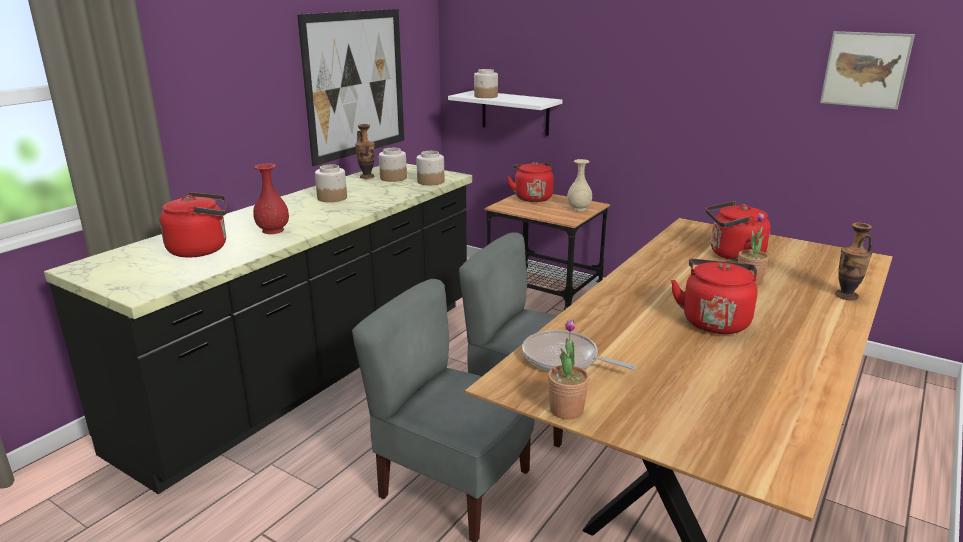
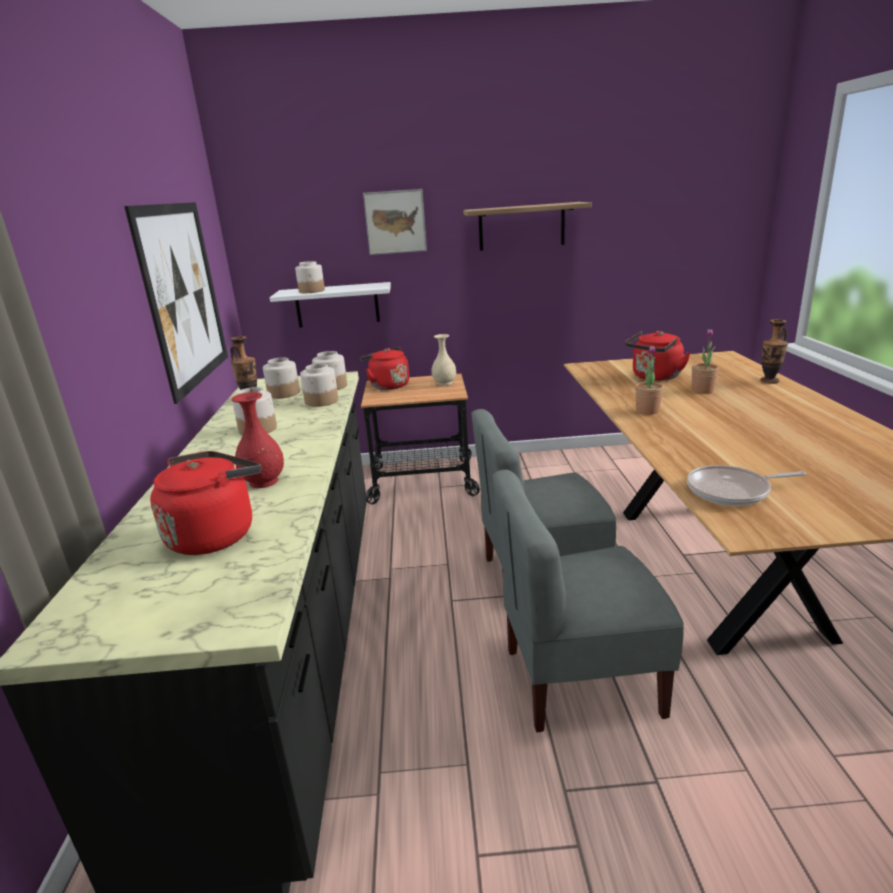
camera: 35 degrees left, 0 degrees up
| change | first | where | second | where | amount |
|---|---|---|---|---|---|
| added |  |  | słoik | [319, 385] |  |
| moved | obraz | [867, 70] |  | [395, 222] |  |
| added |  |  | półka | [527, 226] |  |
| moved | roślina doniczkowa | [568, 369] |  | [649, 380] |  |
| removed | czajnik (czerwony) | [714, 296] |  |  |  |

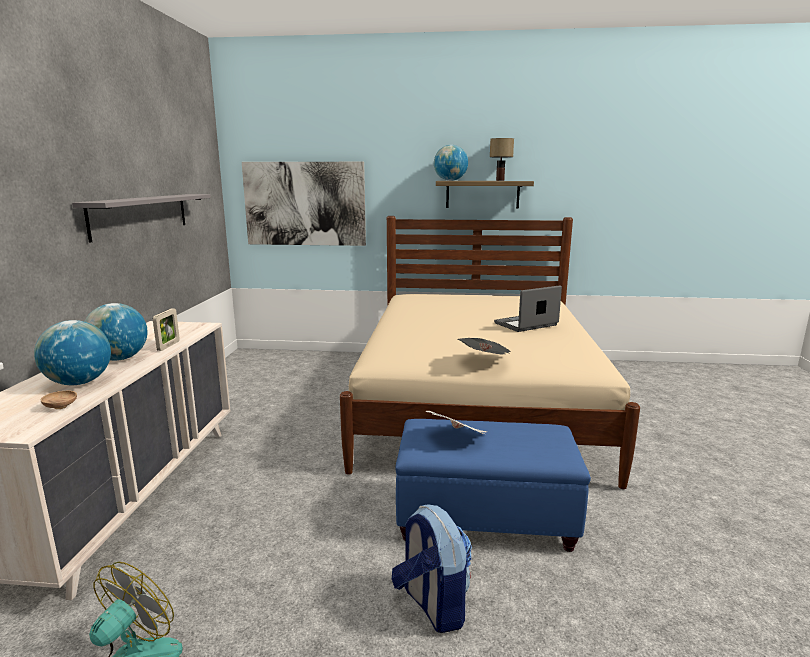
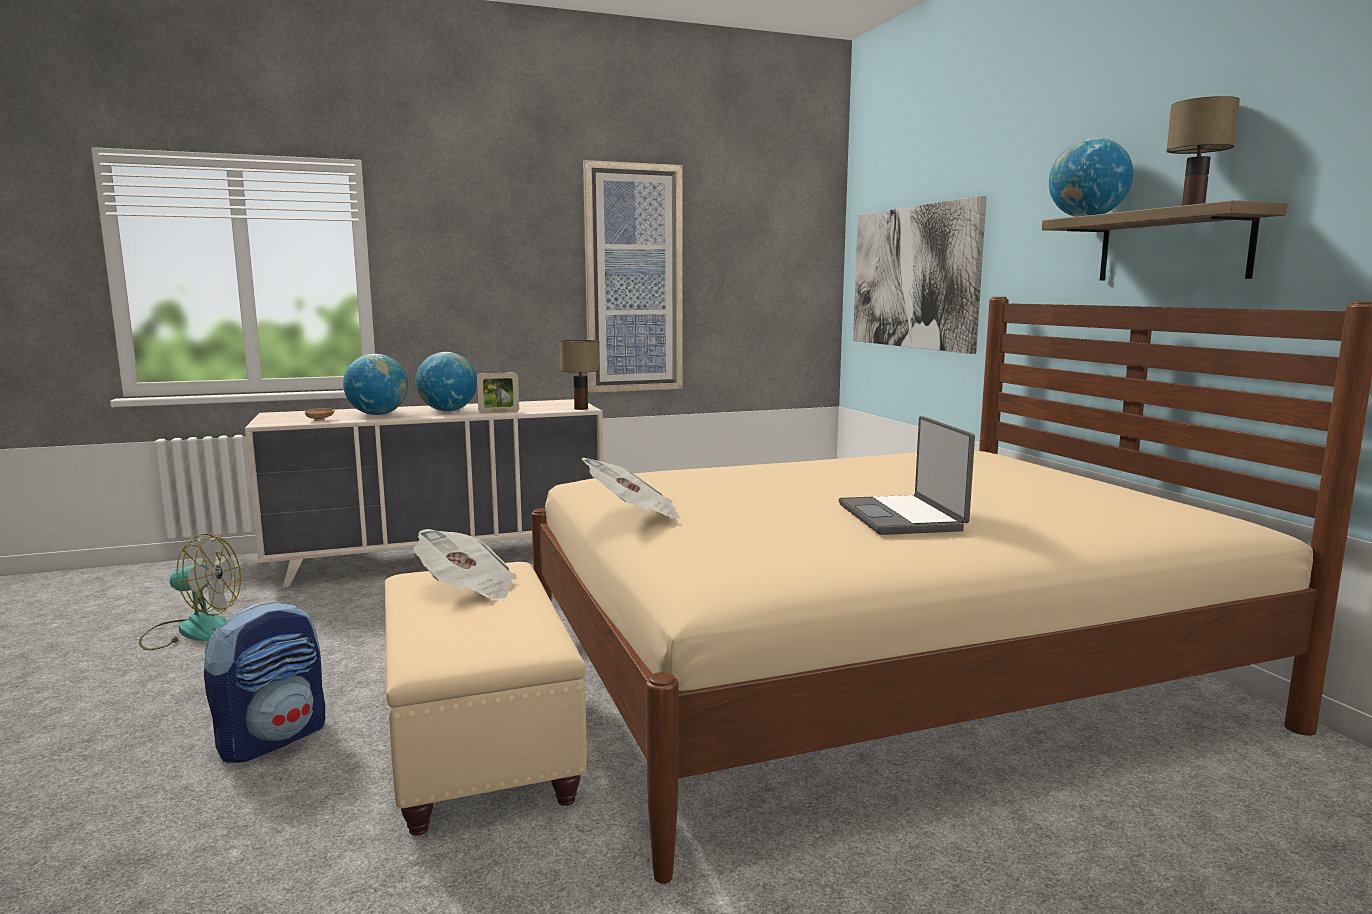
camera: 65 degrees right, 5 degrees down
| change | first | where | second | where | amount |
|---|---|---|---|---|---|
| recoloured | pufa (niebieski) | [493, 485] | pufa (beżowy) | [486, 699] |  |
| added |  |  | lampa stołowa | [580, 375] |  |
| replaced | półka (szary) | [141, 218] | obraz | [633, 276] |  |
| turned | laptop | [528, 308] |  | [907, 475] | 135 degrees counterclockwise |

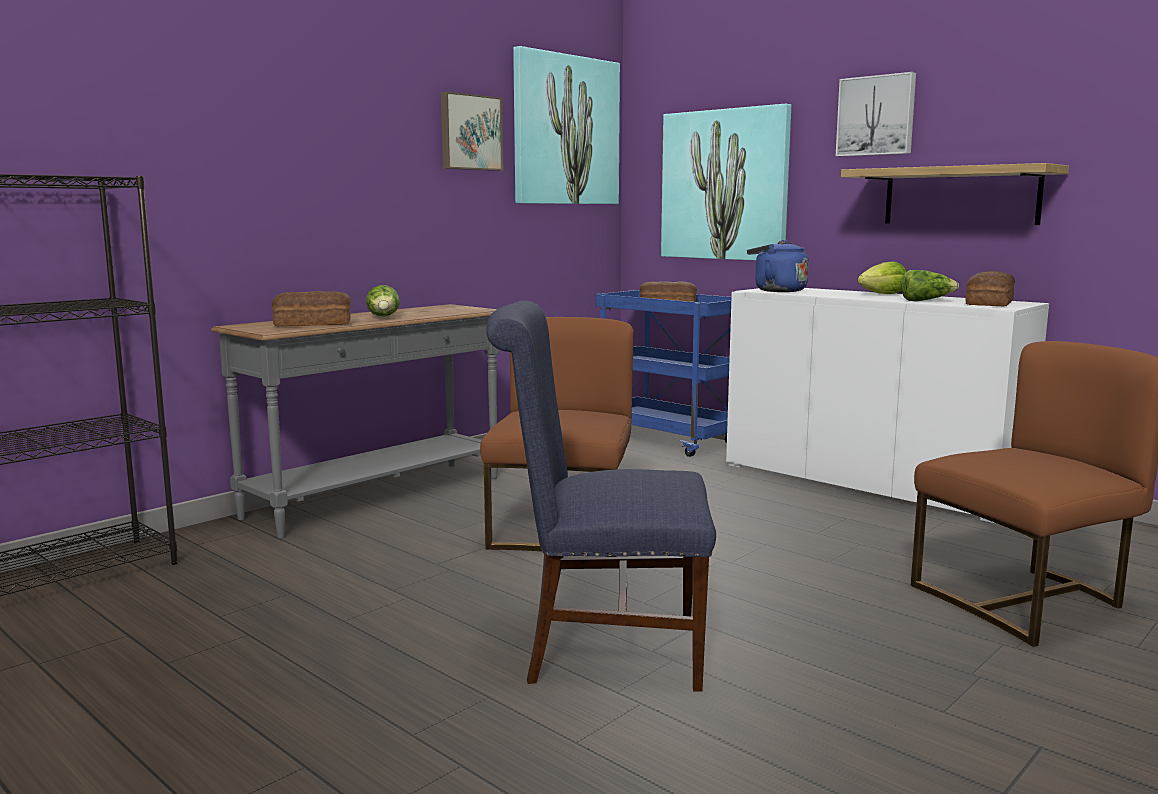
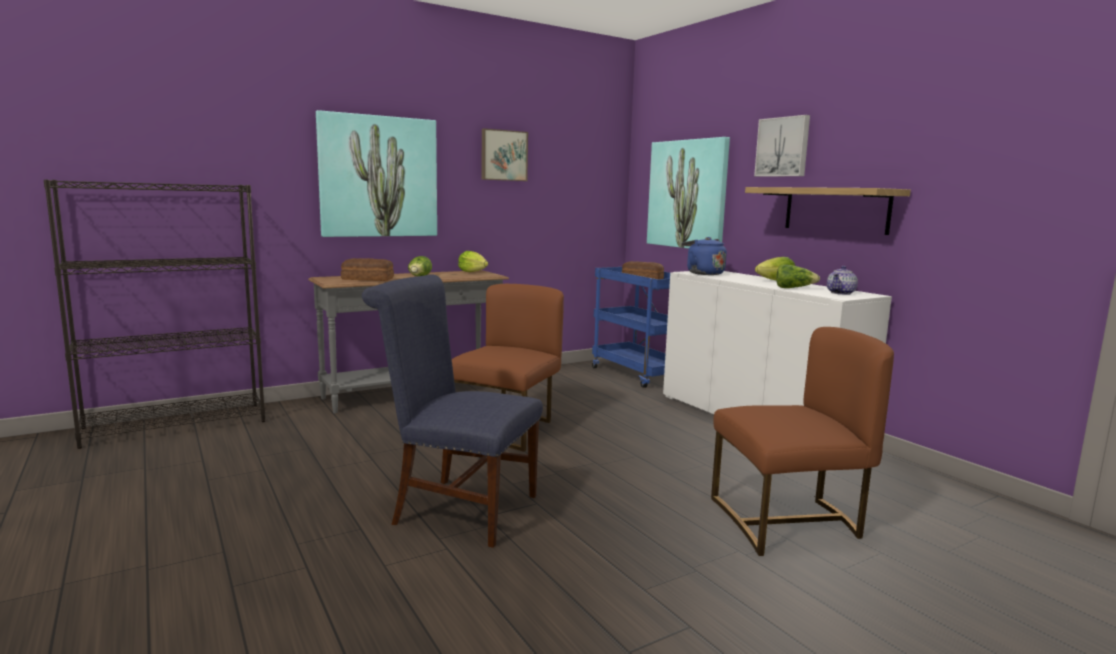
camera: 15 degrees right, 0 degrees up
| change | first | where | second | where | amount |
|---|---|---|---|---|---|
| moved | obraz | [566, 125] |  | [376, 173] |  |
| added |  |  | sałata | [473, 261] |  |
| replaced | chleb | [990, 288] | imbryk | [842, 280] |  |

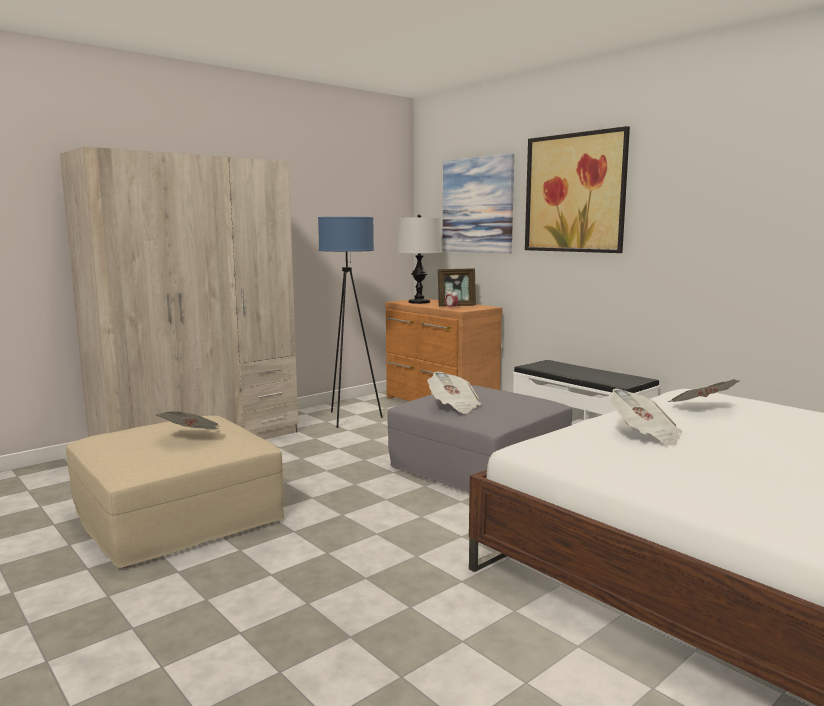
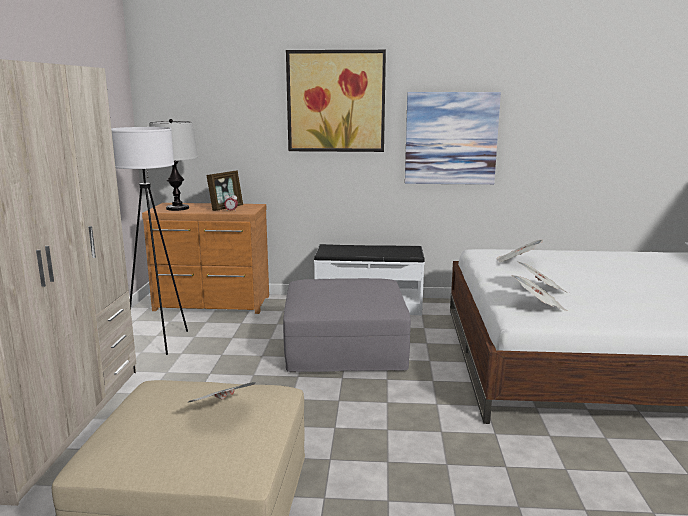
camera: 45 degrees left, 5 degrees up
| change | first | where | second | where | amount |
|---|---|---|---|---|---|
| recoloured | lampa stojąca (niebieski) | [350, 322] | lampa stojąca (biały) | [149, 241] |  |
| moved | obraz | [478, 204] |  | [453, 138] |  |
| moved | gazeta | [454, 393] |  | [539, 293] |  |

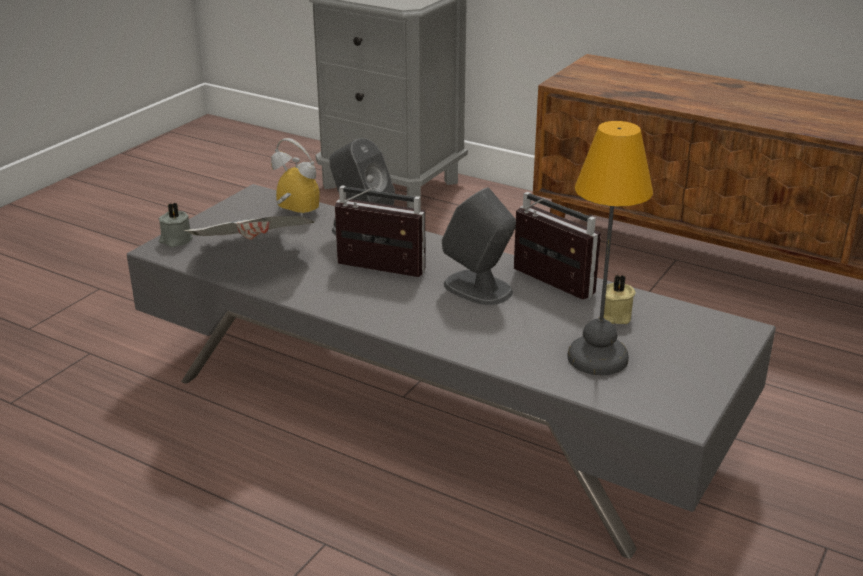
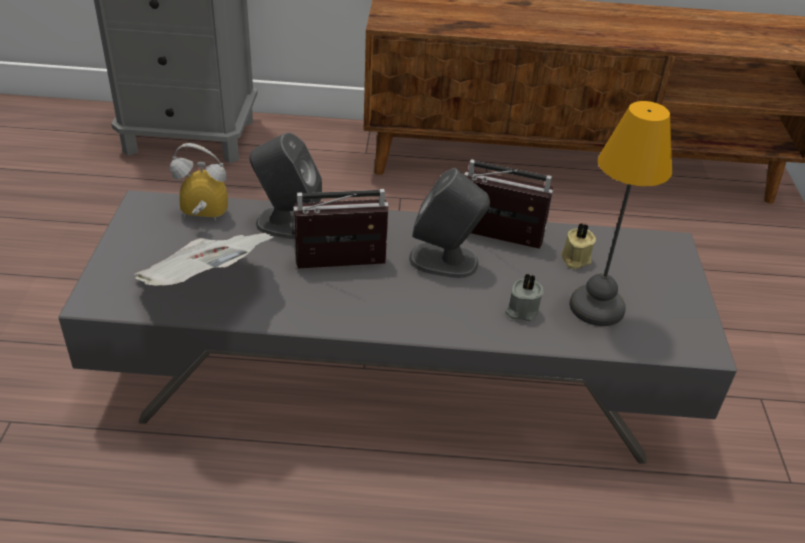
camera: 30 degrees left, 10 degrees up
| change | first | where | second | where | amount |
|---|---|---|---|---|---|
| moved | świeca (szary) | [176, 225] |  | [524, 297] |  |

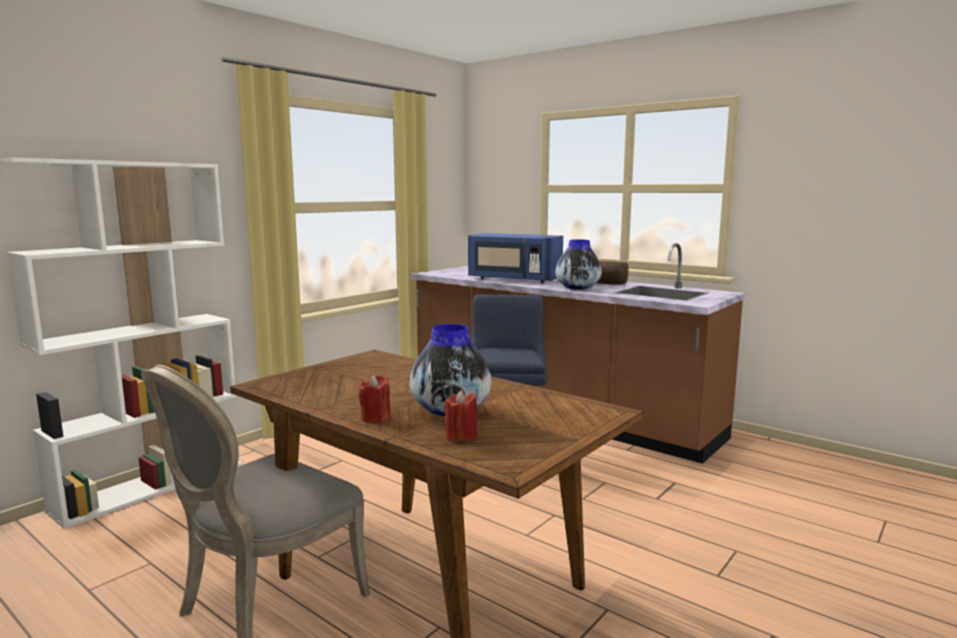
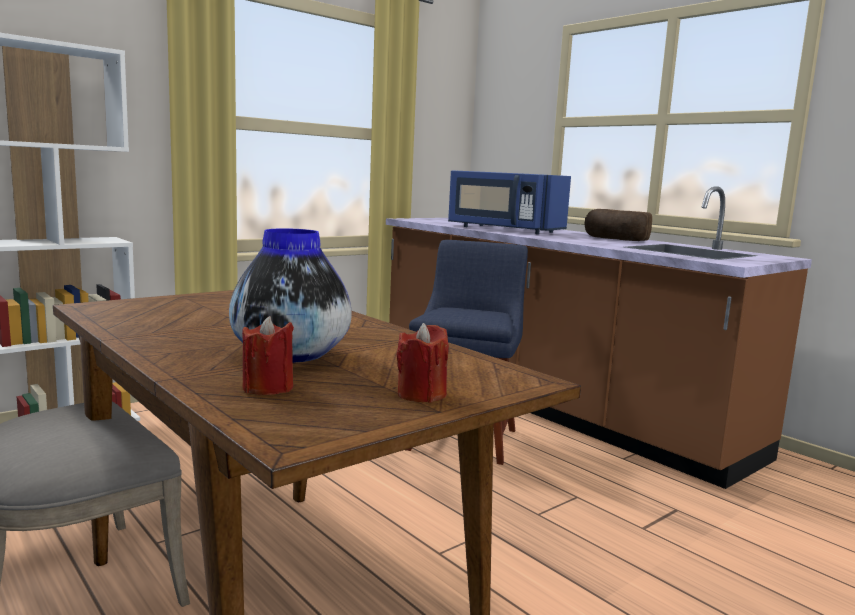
camera: 10 degrees right, 0 degrees up
| change | first | where | second | where | amount |
|---|---|---|---|---|---|
| moved | świeca (czerwony) | [375, 399] |  | [422, 363] |  |
| removed | wazon | [578, 265] |  |  |  |

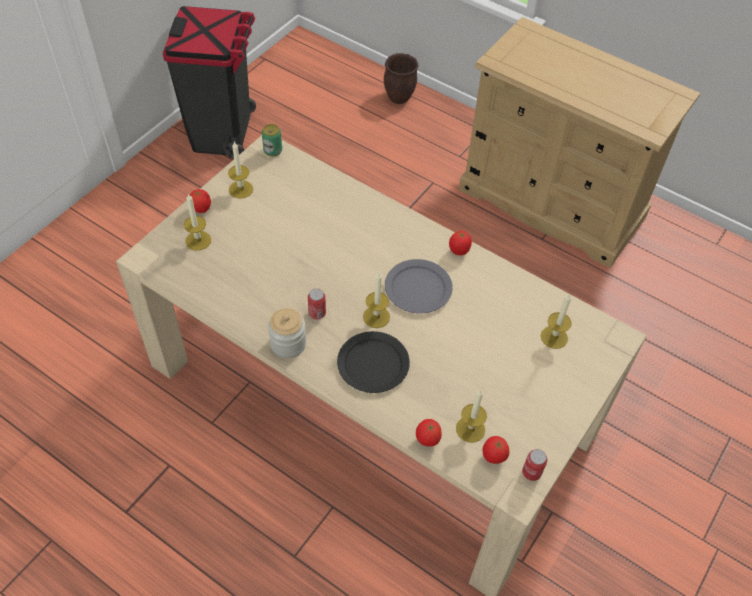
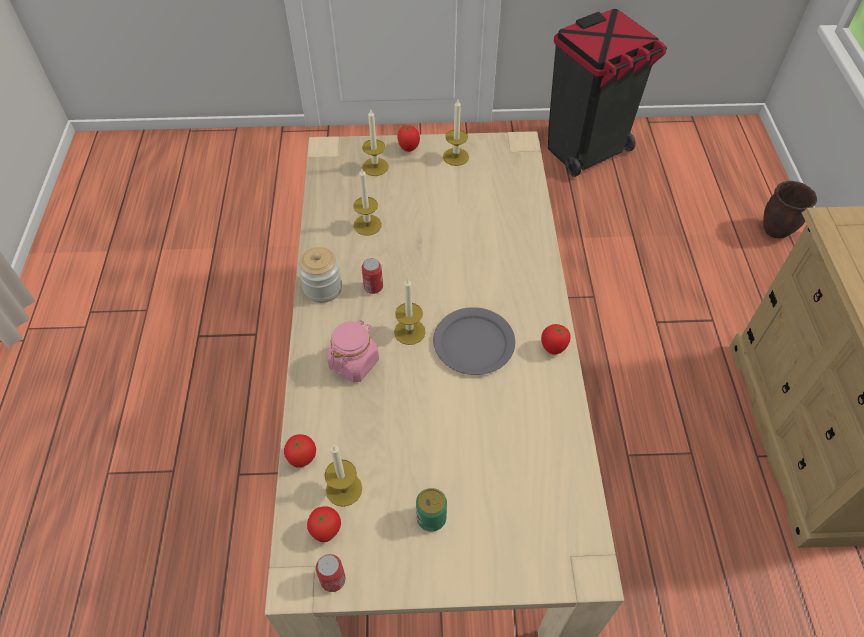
camera: 55 degrees right, 0 degrees up
| change | first | where | second | where | amount |
|---|---|---|---|---|---|
| replaced | talerz (czarny) | [373, 362] | słoik (różowy) | [353, 351] |  |
| moved | świeca | [556, 321] |  | [367, 202] |  |
| moved | puszka | [272, 140] |  | [431, 510] |  |

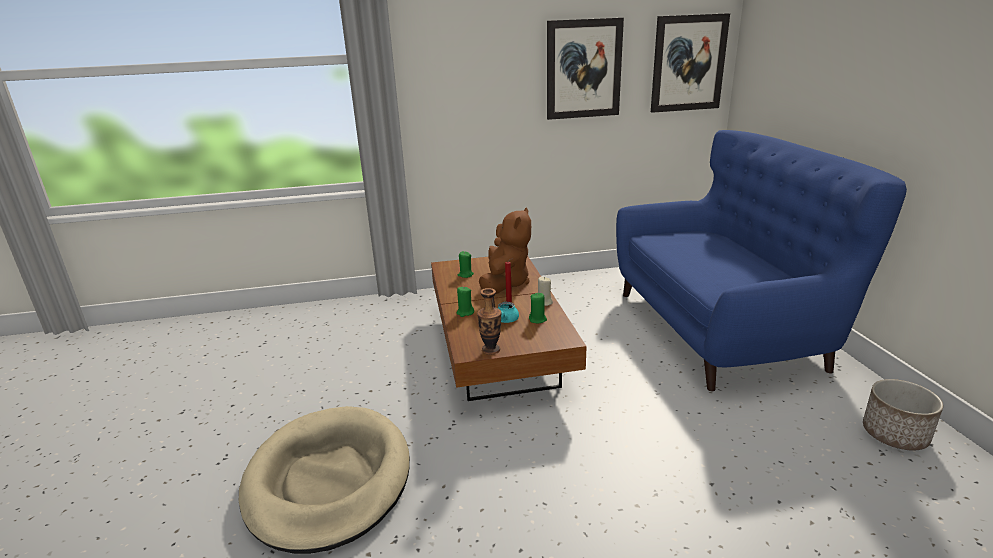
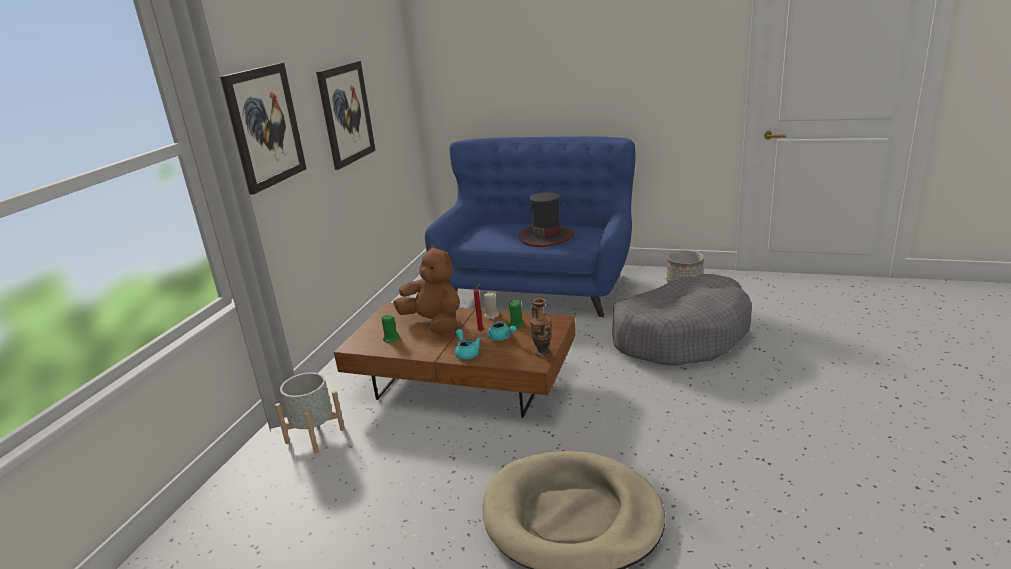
camera: 60 degrees left, 0 degrees up
| change | first | where | second | where | amount |
|---|---|---|---|---|---|
| moved | obraz | [690, 63] |  | [263, 129] |  |
| added |  |  | donica (szary) | [310, 413] |  |
| replaced | świeca (zielony) | [465, 301] | imbryk (turkusowy) | [468, 344] |  |
| added |  |  | kapelusz | [546, 219] |  |
| added |  |  | legowisko (szary) | [682, 320] |  |

